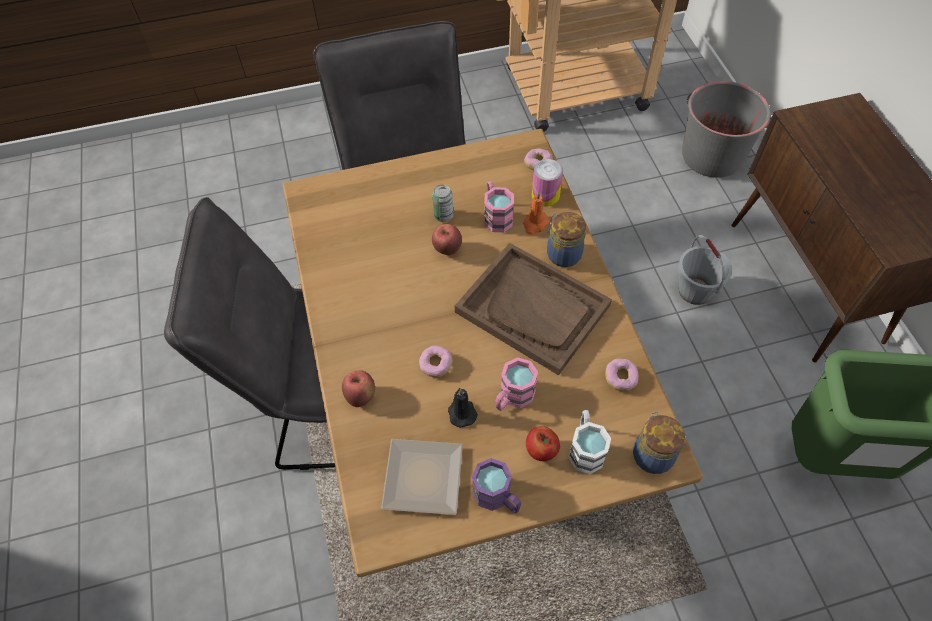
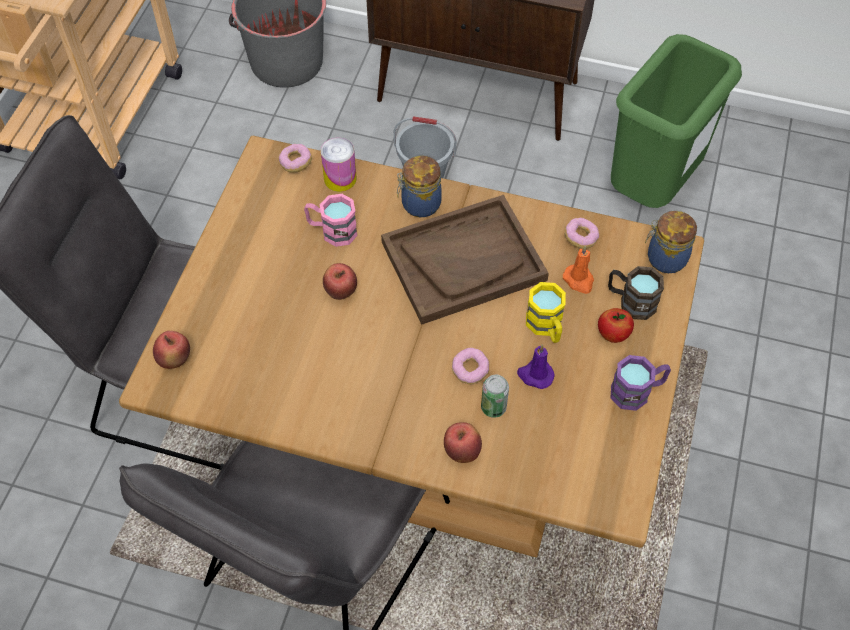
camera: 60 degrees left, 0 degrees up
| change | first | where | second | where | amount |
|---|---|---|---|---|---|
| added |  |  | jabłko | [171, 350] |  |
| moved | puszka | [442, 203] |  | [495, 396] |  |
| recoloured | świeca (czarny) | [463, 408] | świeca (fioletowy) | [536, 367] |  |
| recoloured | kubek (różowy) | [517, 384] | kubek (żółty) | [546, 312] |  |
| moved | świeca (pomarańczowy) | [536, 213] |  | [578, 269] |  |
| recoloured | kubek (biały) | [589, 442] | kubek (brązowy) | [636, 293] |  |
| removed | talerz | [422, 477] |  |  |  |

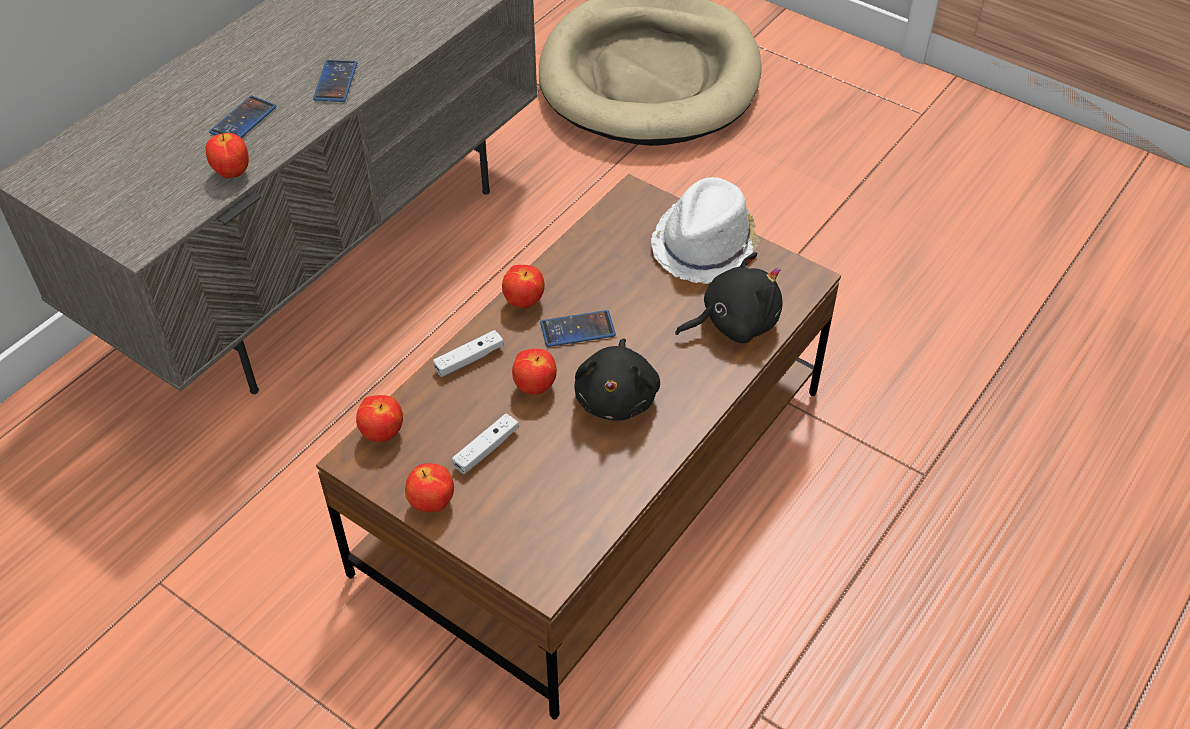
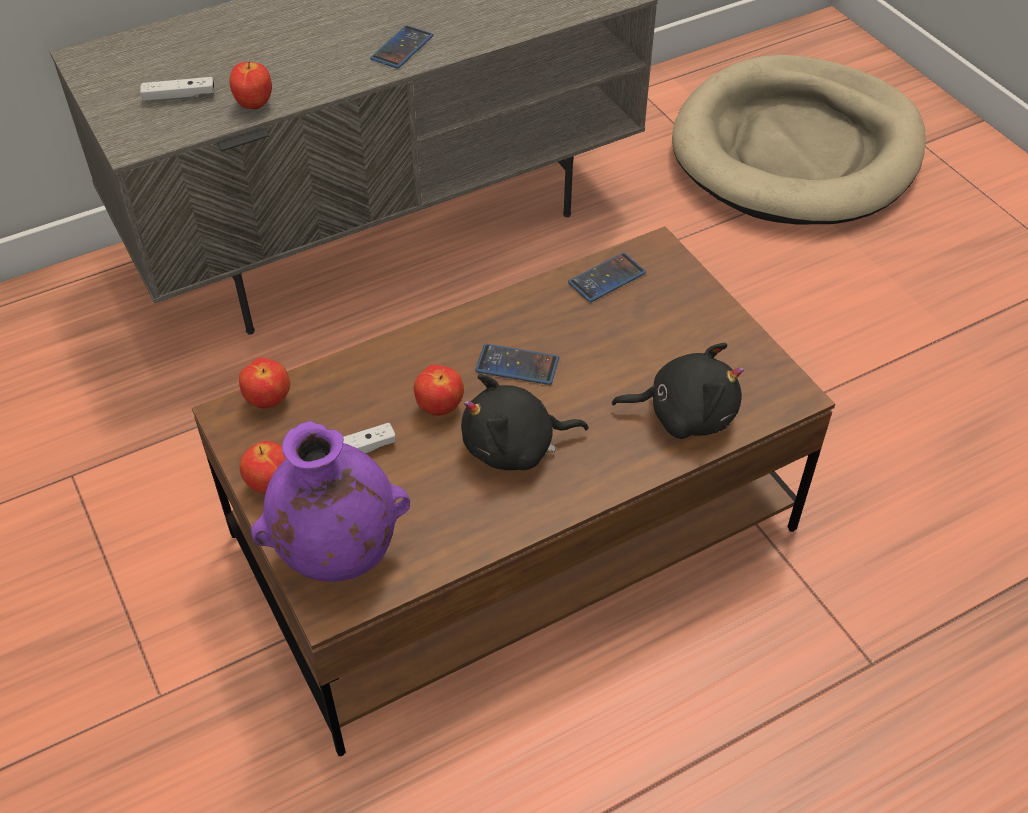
camera: 25 degrees right, 0 degrees up
| change | first | where | second | where | amount |
|---|---|---|---|---|---|
| moved | pad do gier (biały) | [468, 353] |  | [177, 89] |  |
| added |  |  | wazon (fioletowy) | [330, 501] |  |
| turned | pluszak (czarny) | [617, 379] |  | [524, 422] | 45 degrees clockwise |
| moved | telefon | [243, 117] |  | [607, 277] |  |
| removed | jabłko | [523, 286] |  |  |  |
| removed | kapelusz (biały) | [705, 230] |  |  |  |

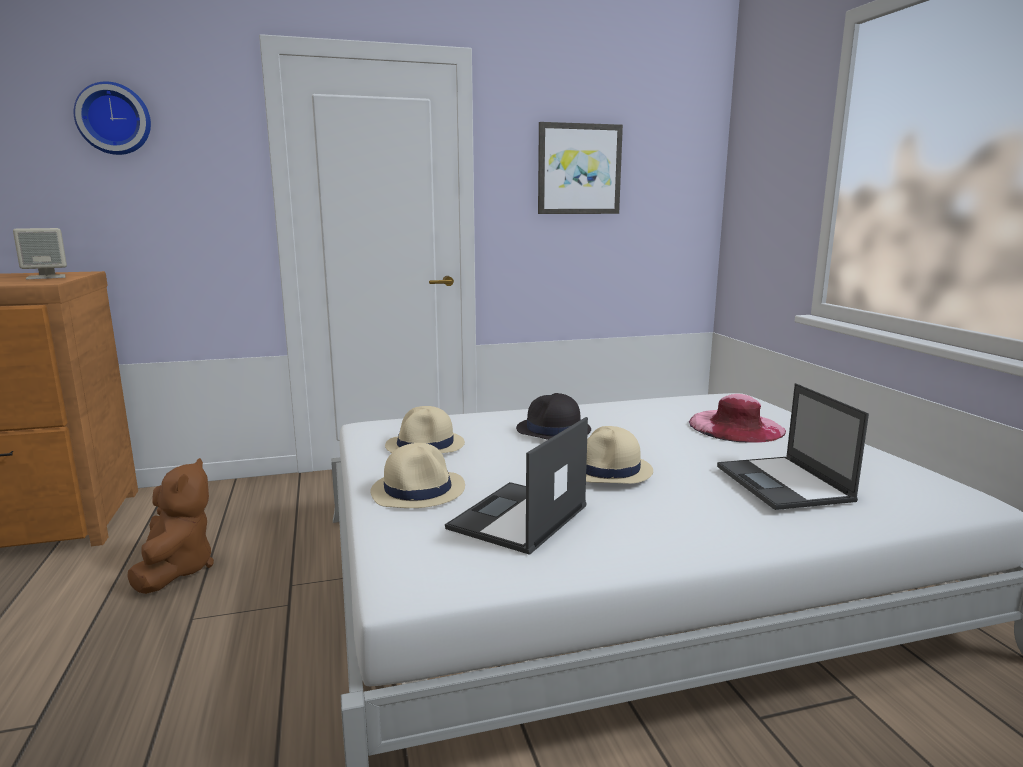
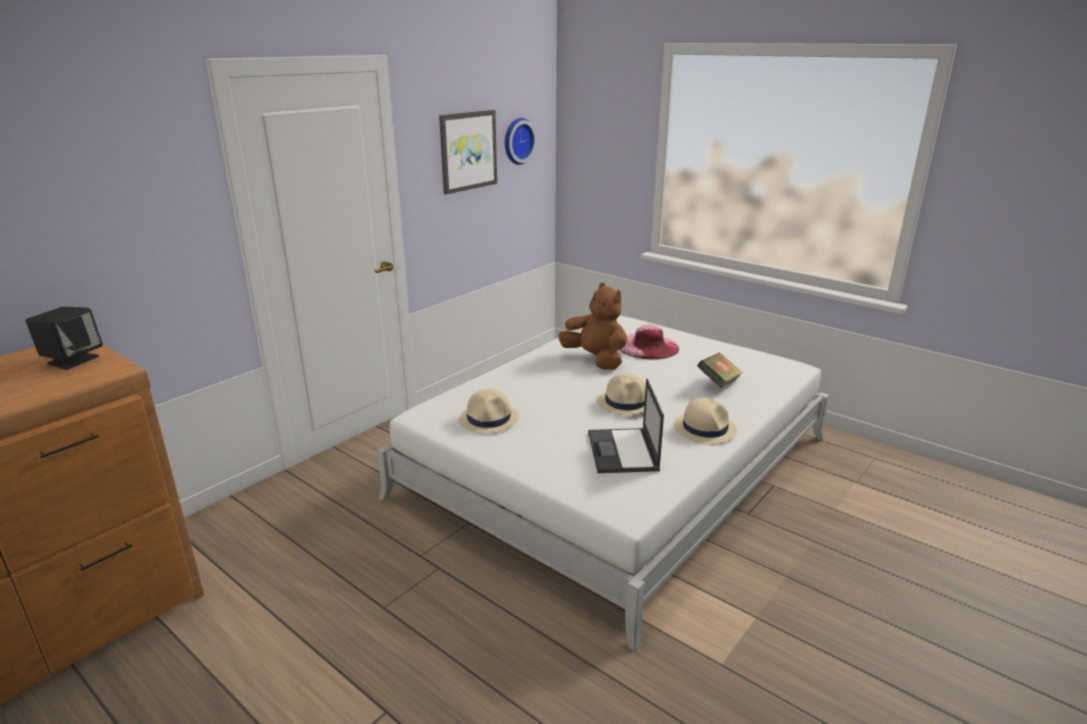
camera: 35 degrees left, 10 degrees up
| change | first | where | second | where | amount |
|---|---|---|---|---|---|
| recoloured | głośnik (beżowy) | [40, 253] | głośnik (czarny) | [64, 338] |  |
| moved | zegar ścienny | [112, 118] |  | [521, 141] |  |
| moved | pluszak (brązowy) | [170, 526] |  | [593, 326] |  |
| moved | kapelusz (beżowy) | [417, 475] |  | [705, 421] |  |
| replaced | laptop | [793, 446] | książka | [720, 370] |  |
| removed | kapelusz (czarny) | [553, 416] |  |  |  |

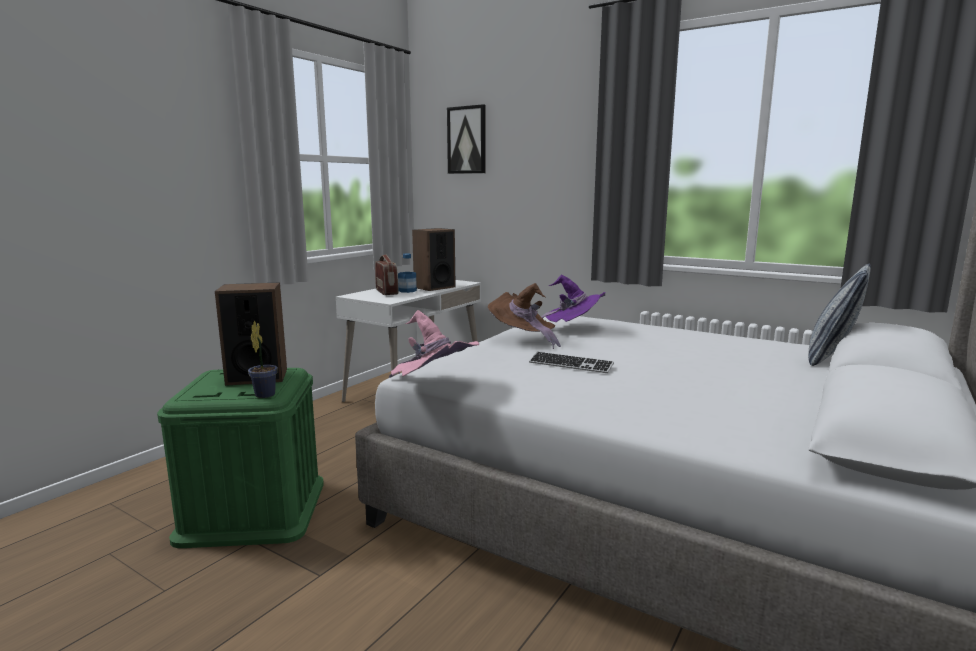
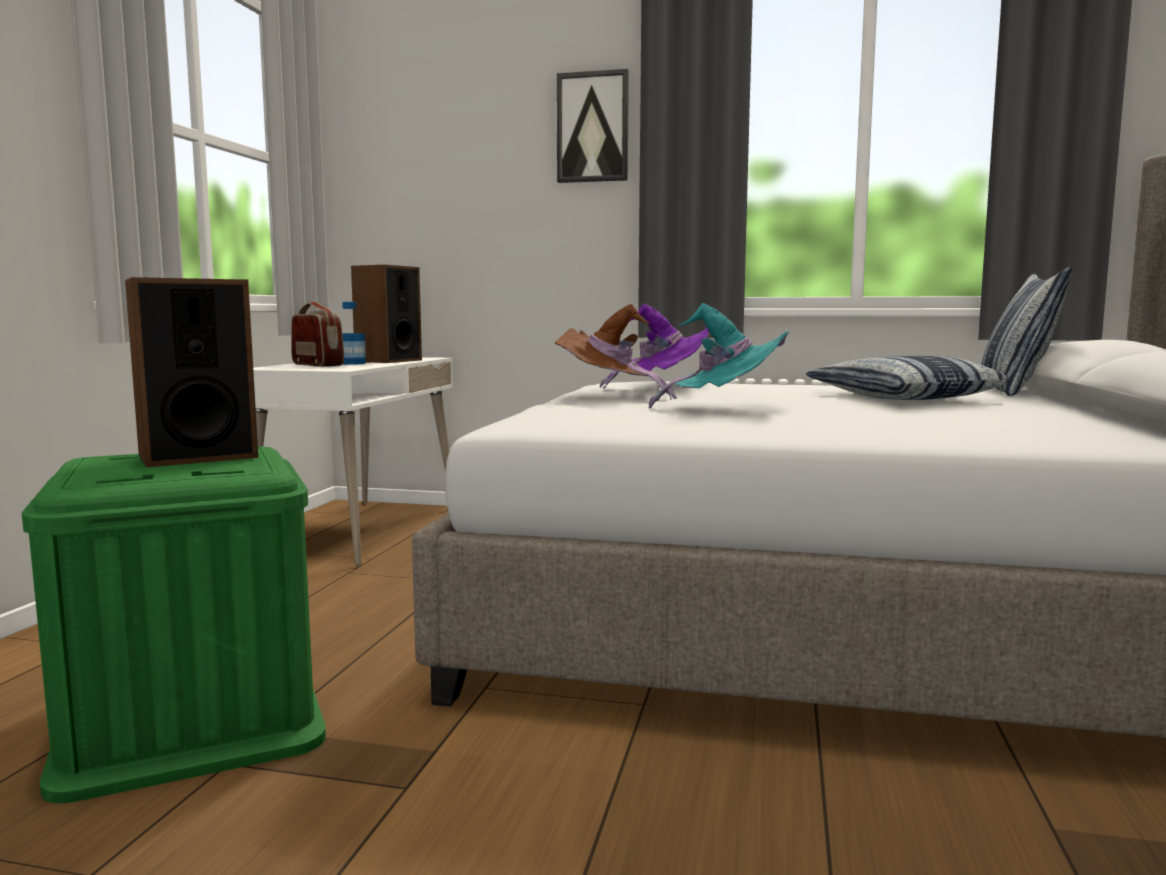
camera: 20 degrees left, 5 degrees down
| change | first | where | second | where | amount |
|---|---|---|---|---|---|
| moved | obraz | [466, 139] |  | [593, 126] |  |
| replaced | klawiatura | [571, 362] | kapelusz (turkusowy) | [718, 355] |  |
| added |  |  | poduszka | [907, 378] |  |
| removed | roślina doniczkowa | [263, 359] |  |  |  |
| removed | kapelusz (różowy) | [434, 344] |  |  |  |

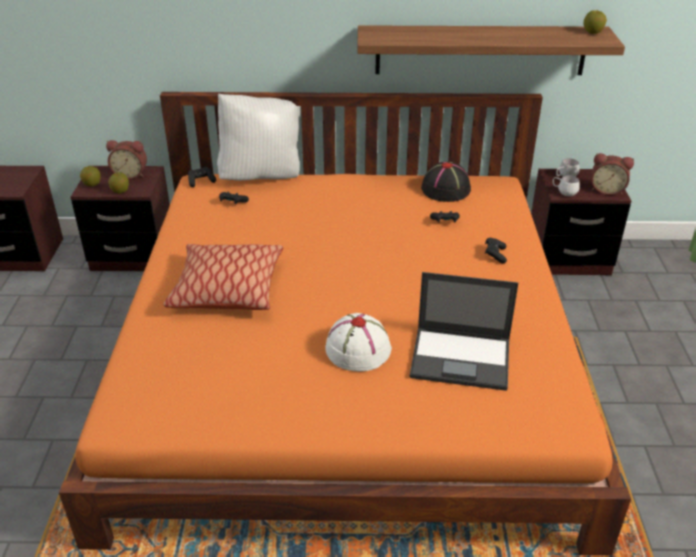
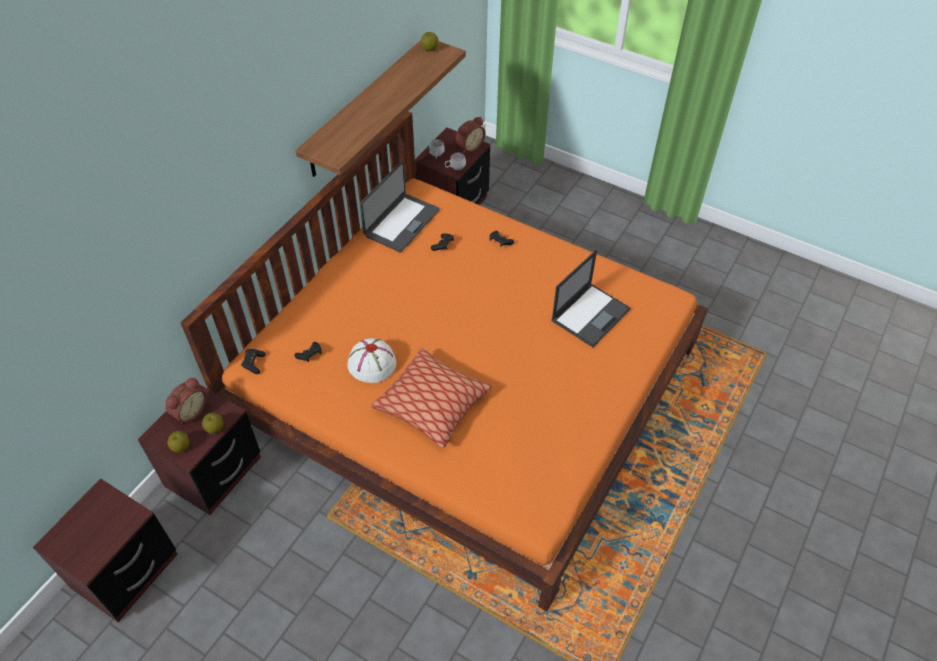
camera: 60 degrees left, 15 degrees up
| change | first | where | second | where | amount |
|---|---|---|---|---|---|
| moved | kapelusz (biały) | [358, 342] |  | [372, 360] |  |
| replaced | kapelusz (czarny) | [446, 181] | laptop | [400, 207] |  |
| removed | poduszka (biały) | [258, 137] |  |  |  |

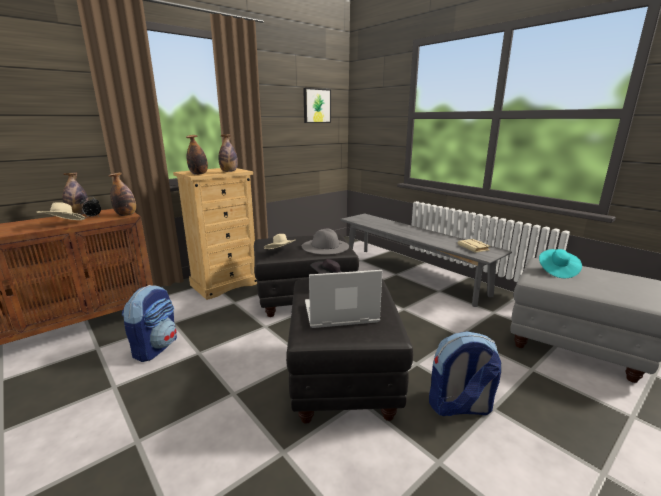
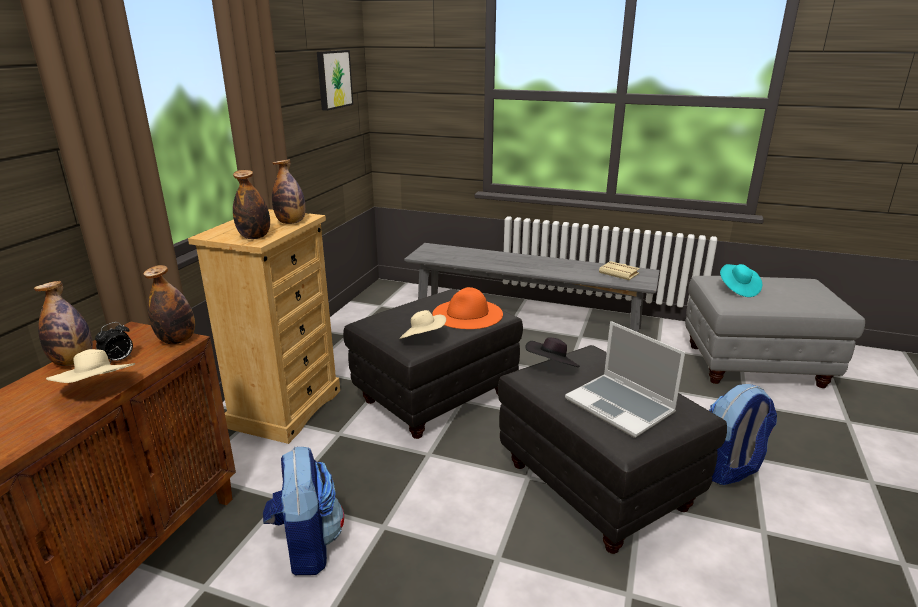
camera: 30 degrees left, 5 degrees up
| change | first | where | second | where | amount |
|---|---|---|---|---|---|
| recoloured | kapelusz (szary) | [325, 241] | kapelusz (pomarańczowy) | [467, 308] |  |
| turned | laptop | [344, 299] |  | [625, 379] | 90 degrees counterclockwise |

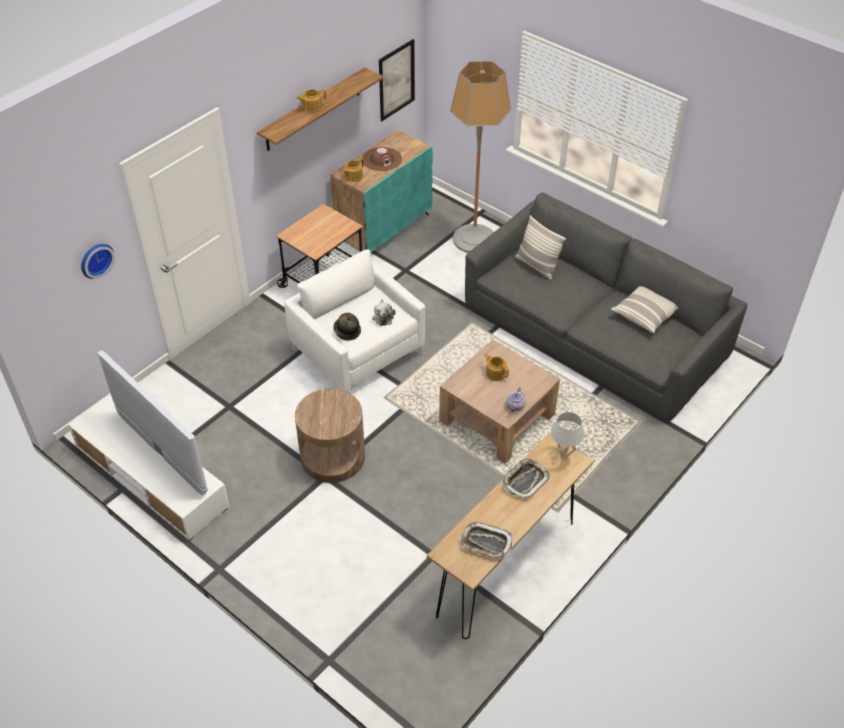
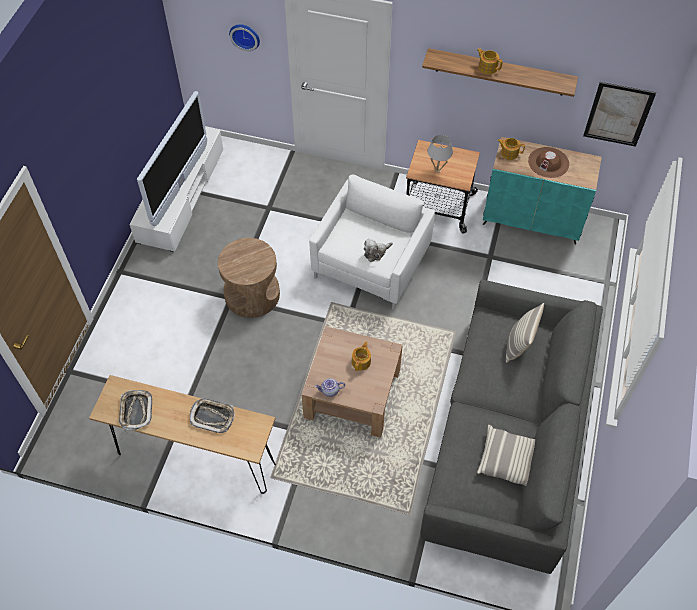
camera: 65 degrees right, 10 degrees up
| change | first | where | second | where | amount |
|---|---|---|---|---|---|
| moved | lampa stołowa (biały) | [568, 436] |  | [440, 154] |  |
| removed | kapelusz | [347, 326] |  |  |  |
| removed | lampa stojąca | [480, 157] |  |  |  |

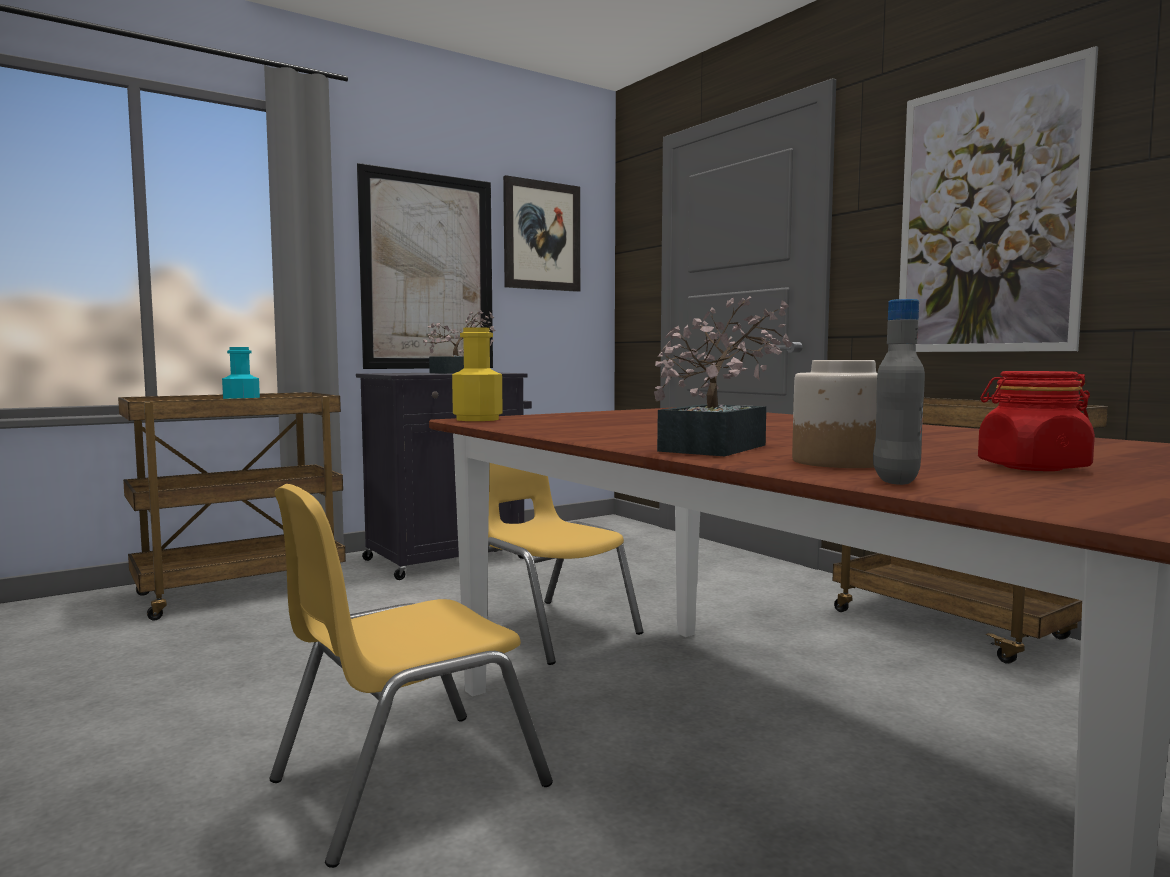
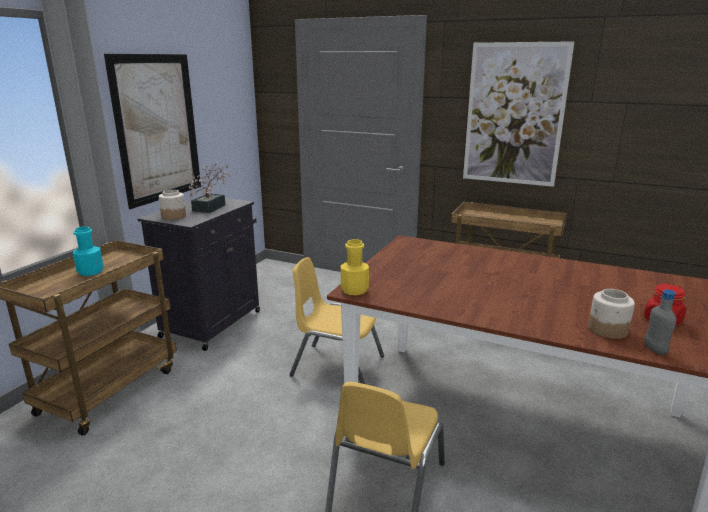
camera: 30 degrees left, 15 degrees up
| change | first | where | second | where | amount |
|---|---|---|---|---|---|
| added |  |  | słoik | [172, 205] |  |
| removed | obraz | [541, 233] |  |  |  |
| removed | roślina doniczkowa | [723, 376] |  |  |  |

